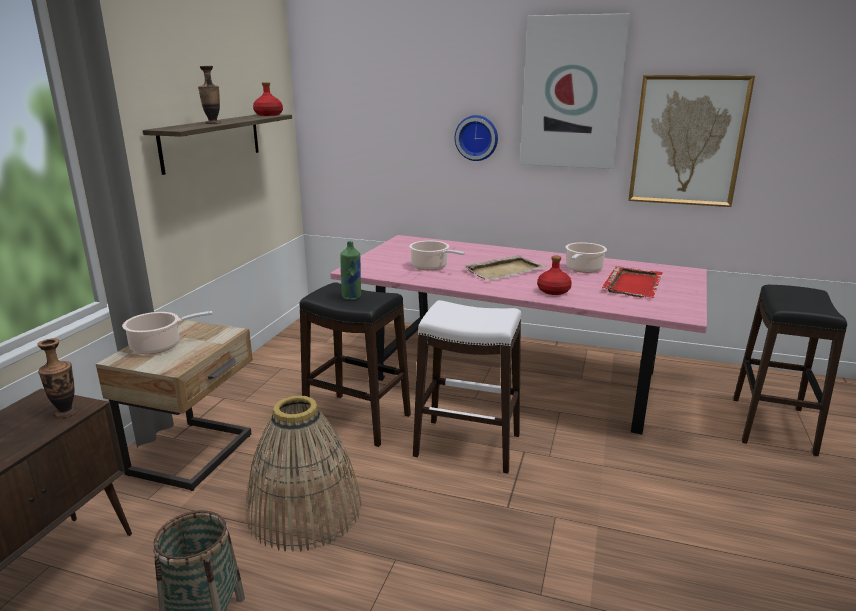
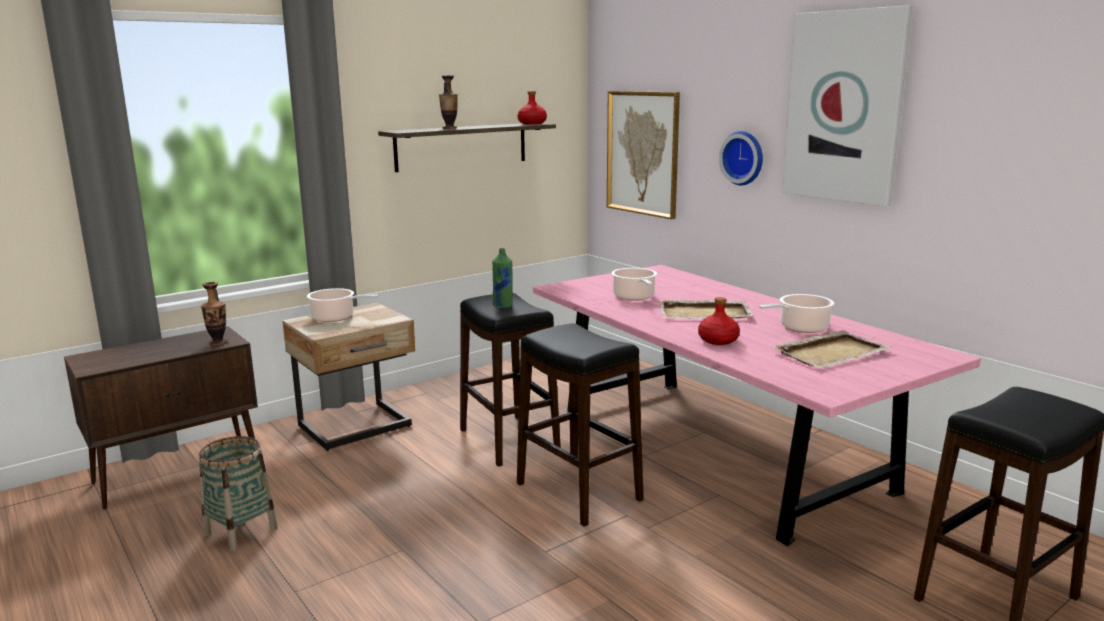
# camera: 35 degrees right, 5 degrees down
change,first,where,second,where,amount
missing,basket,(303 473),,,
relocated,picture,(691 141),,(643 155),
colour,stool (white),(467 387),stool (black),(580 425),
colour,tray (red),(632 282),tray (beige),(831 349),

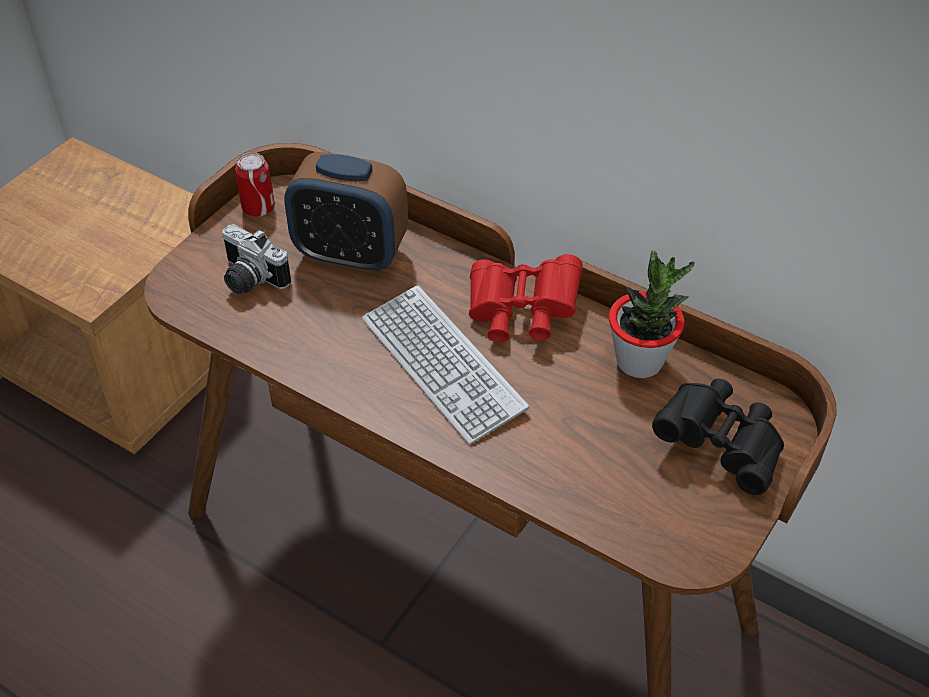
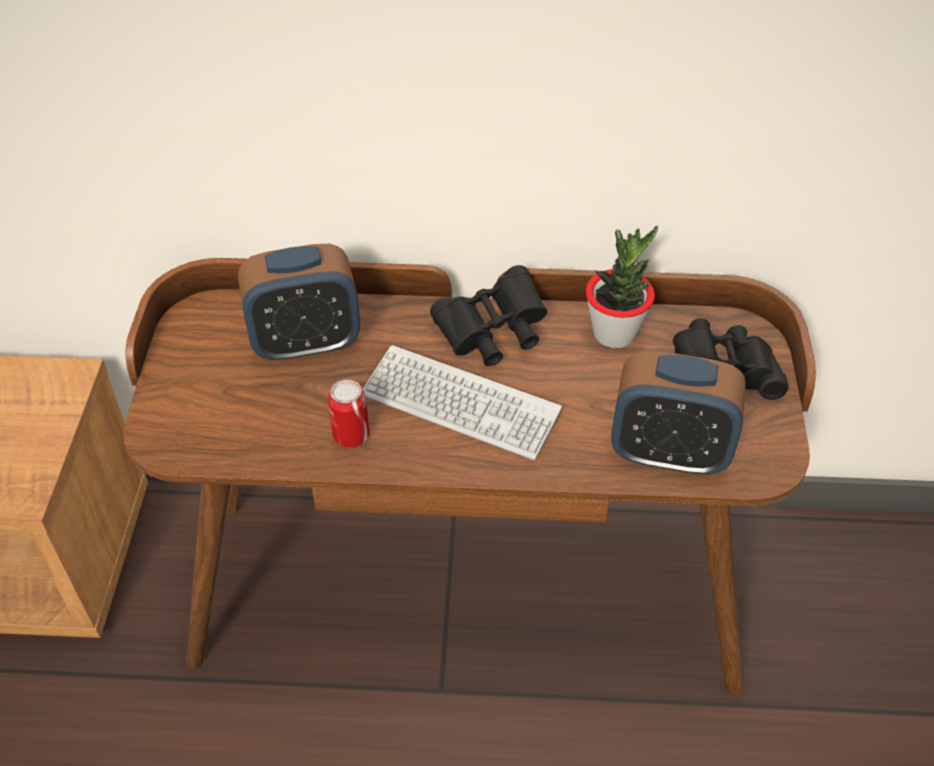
# camera: 30 degrees left, 0 degrees up
change,first,where,second,where,amount
missing,photo camera,(256 259),,,
appeared,,,alarm clock,(678 413),
relocated,can,(255 184),,(349 413),
colour,binoculars (red),(526 298),binoculars (black),(488 315),

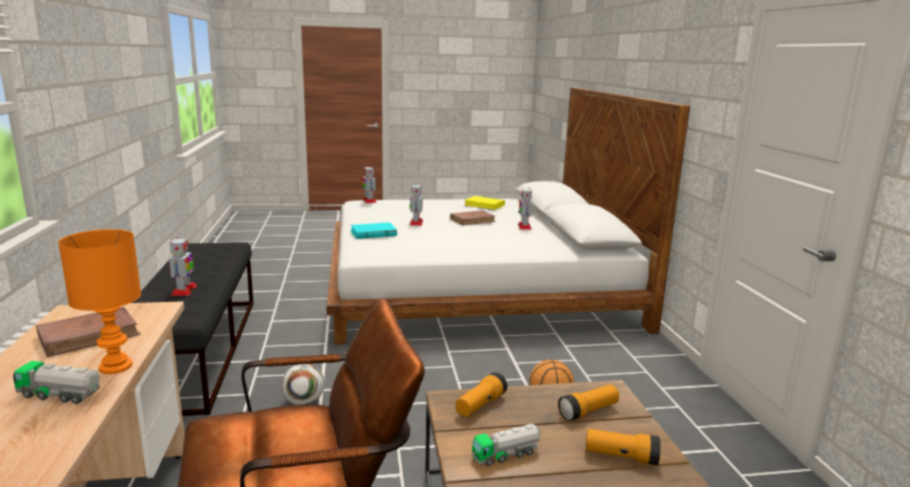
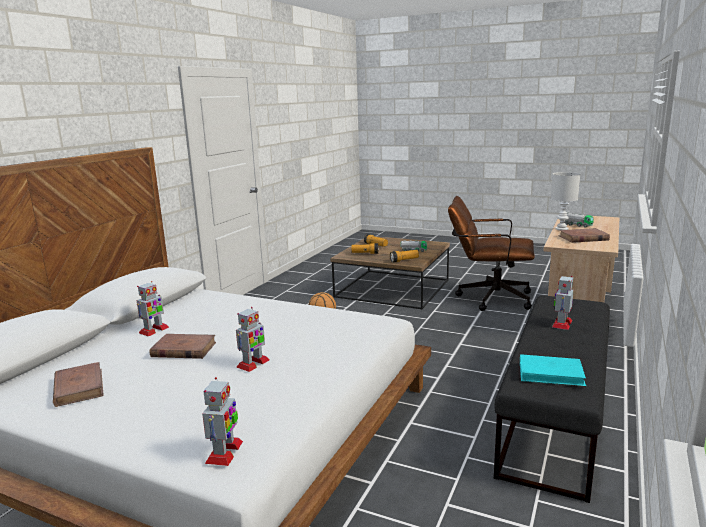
# camera: 145 degrees left, 0 degrees up
change,first,where,second,where,amount
missing,football,(303 384),,,
relocated,book (turquoise),(373 230),,(553 370),
colour,table lamp (orange),(99 301),table lamp (white),(565 201),
colour,book (yellow),(485 203),book (brown),(78 384),

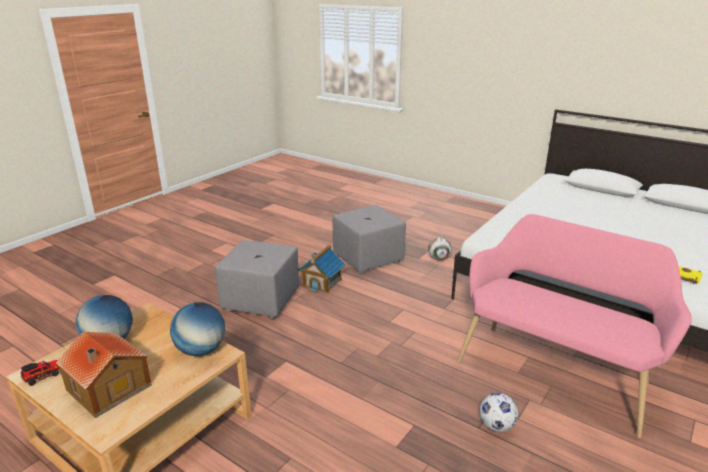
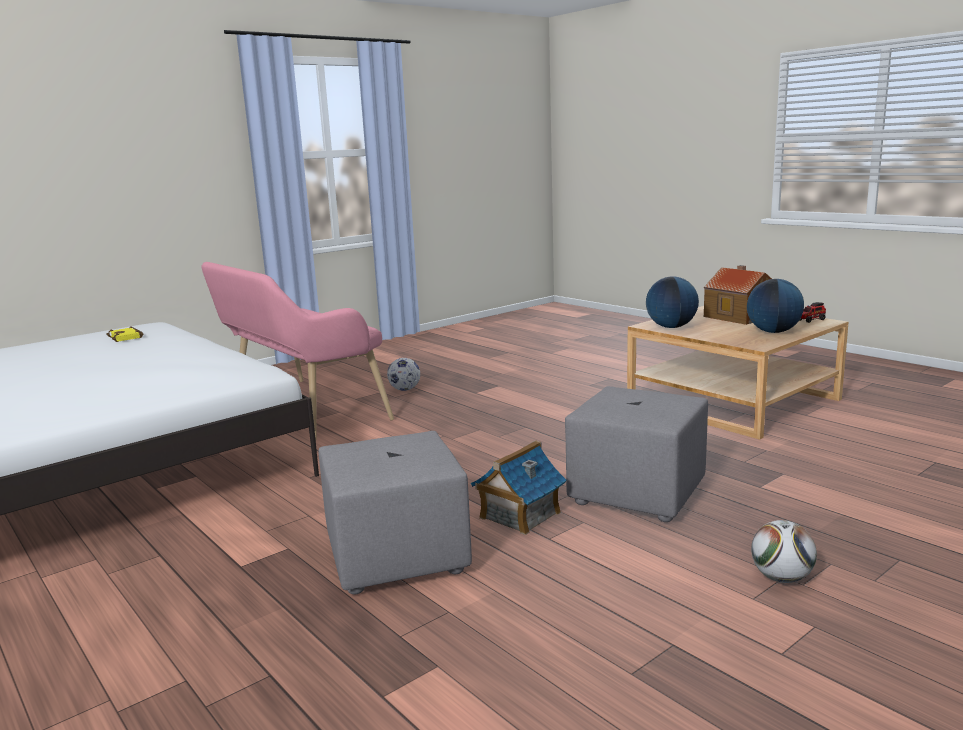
# camera: 165 degrees left, 10 degrees down
change,first,where,second,where,amount
relocated,football,(440 249),,(784 551),

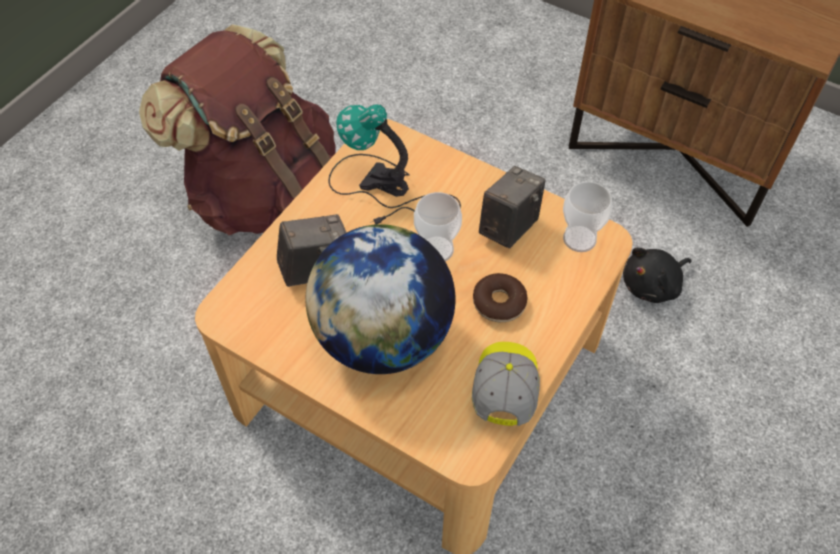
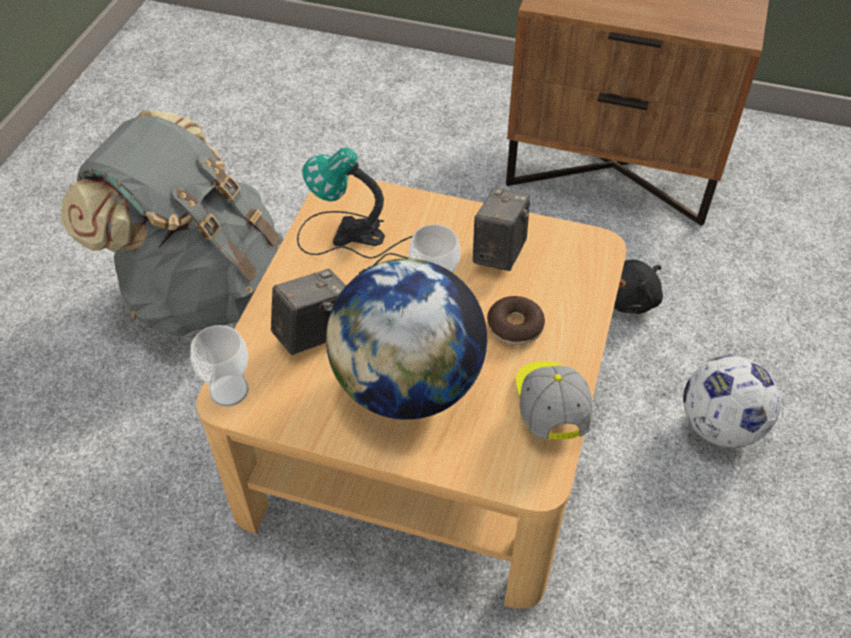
# camera: 15 degrees left, 5 degrees down
change,first,where,second,where,amount
appeared,,,football,(731 401),
relocated,cup,(587 216),,(219 366),
colour,backpack (brown),(237 129),backpack (grey),(172 223),

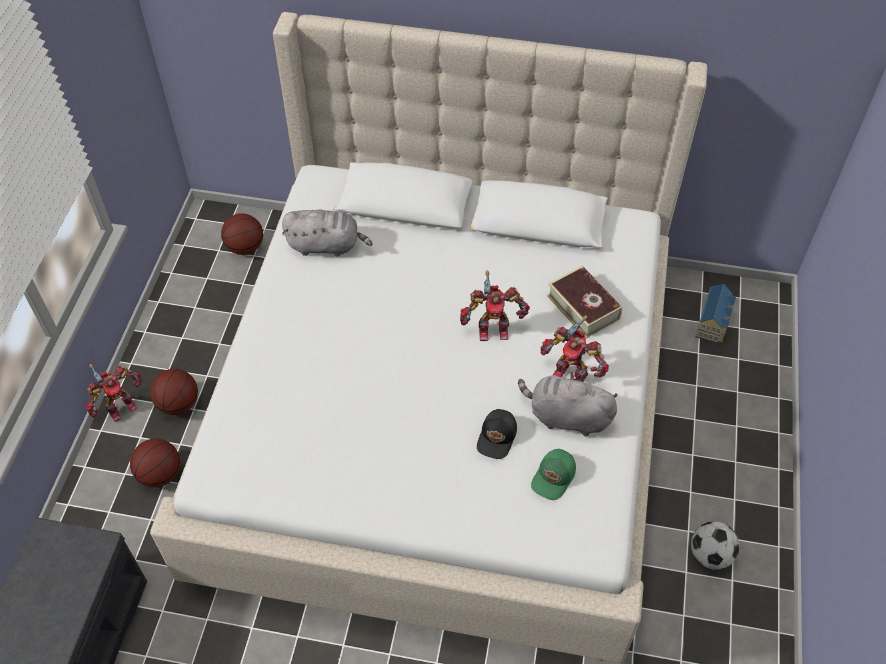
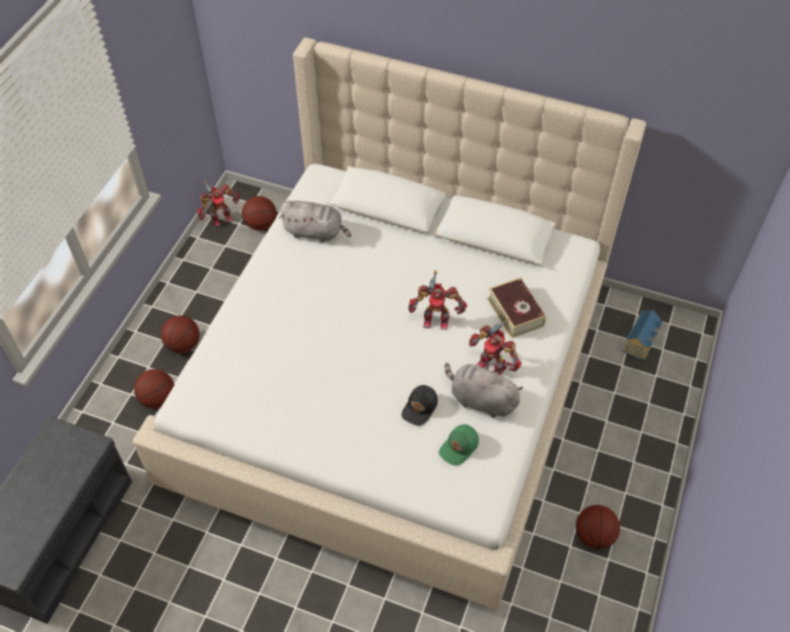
# camera: 10 degrees right, 0 degrees up
change,first,where,second,where,amount
relocated,toy robot,(114 393),,(218 203),
exchanged,football,(715 545),basketball,(598 527),

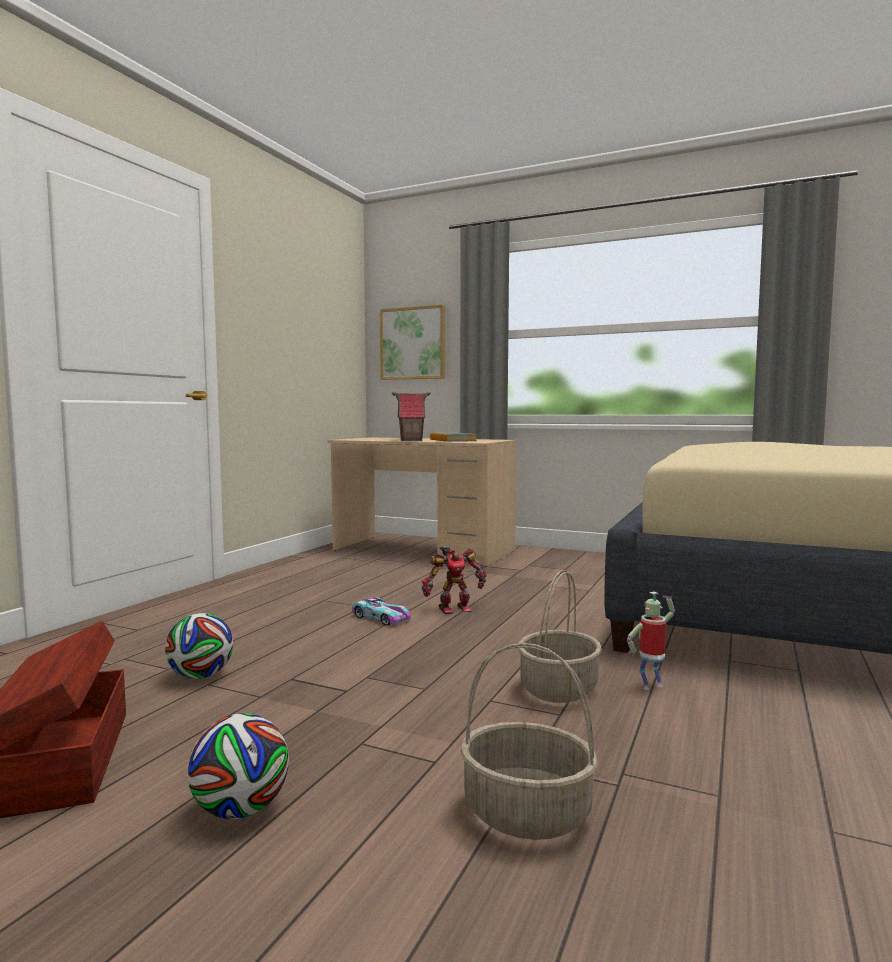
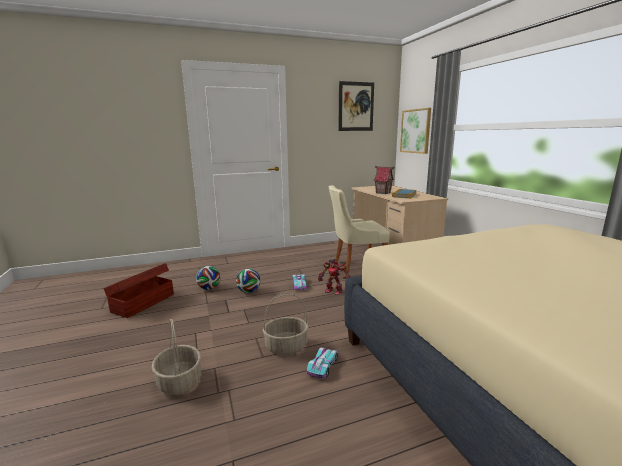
# camera: 45 degrees right, 10 degrees up
change,first,where,second,where,amount
appeared,,,chair (beige),(359 231),
appeared,,,picture,(356 106),
relocated,football,(238 766),,(248 281),
exchanged,toy robot,(651 641),toy car,(322 362),

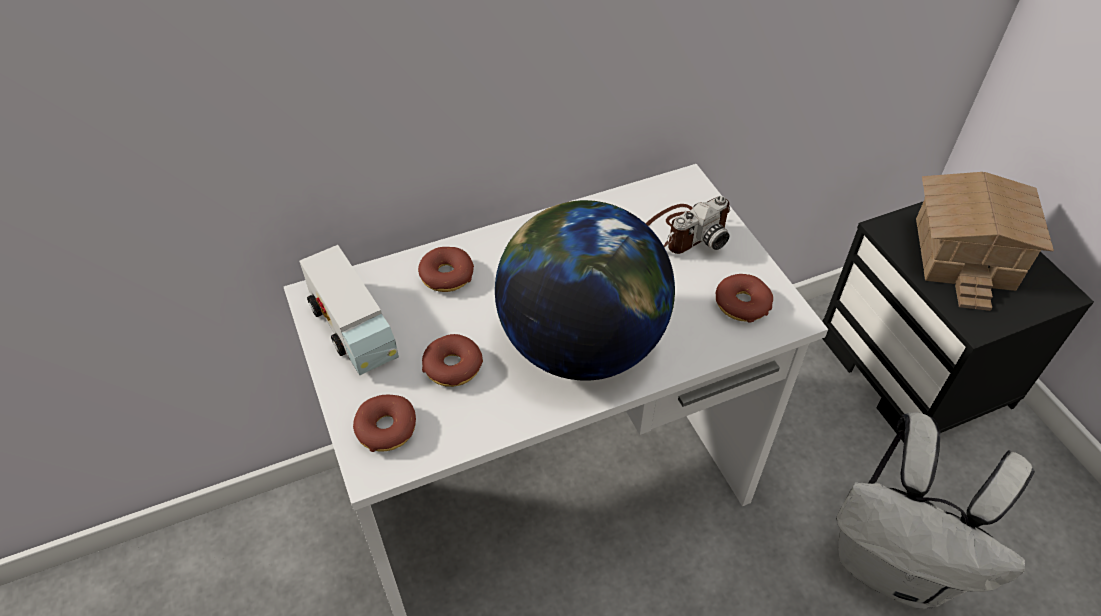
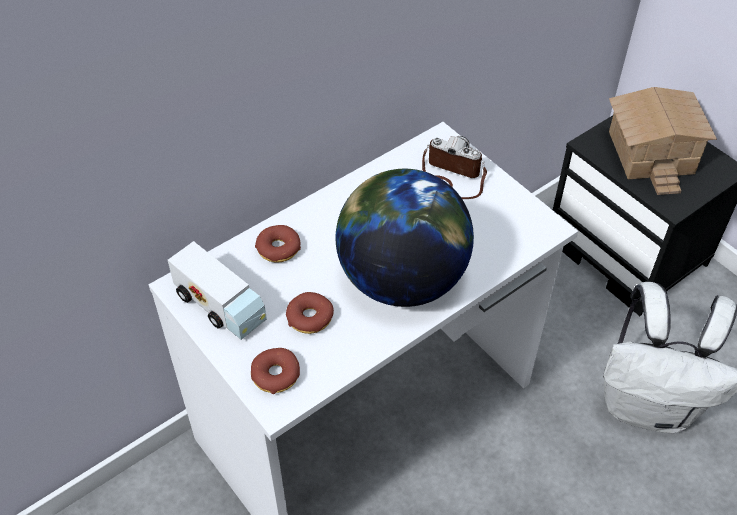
# camera: 15 degrees left, 0 degrees up
change,first,where,second,where,amount
missing,donut,(744 298),,,
spun,photo camera,(688 225),,(454 167),105 degrees counterclockwise

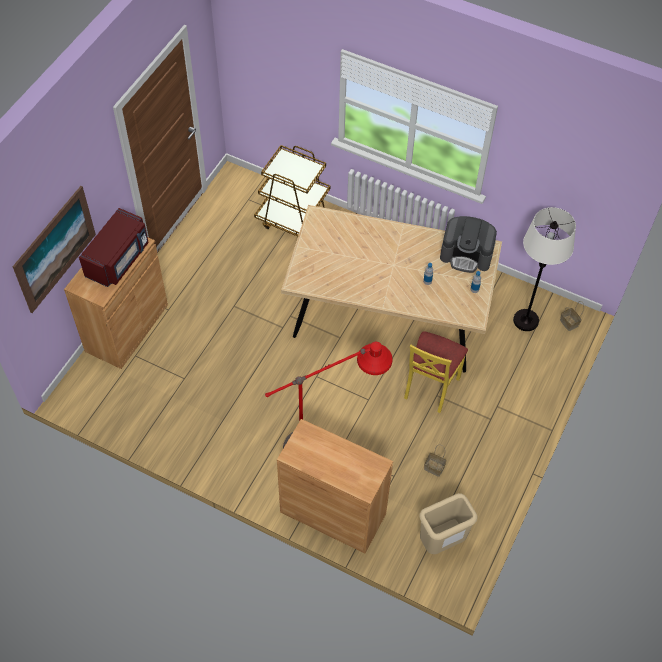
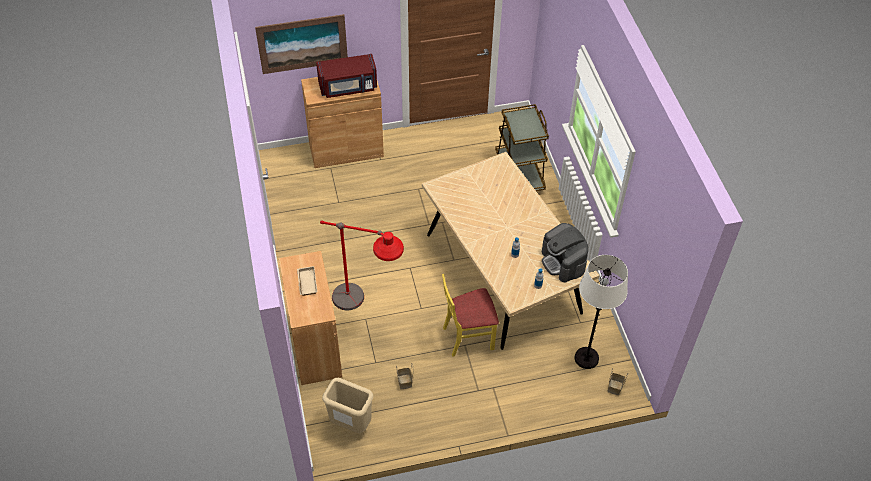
# camera: 50 degrees right, 5 degrees down
change,first,where,second,where,amount
appeared,,,tray (beige),(307 281),

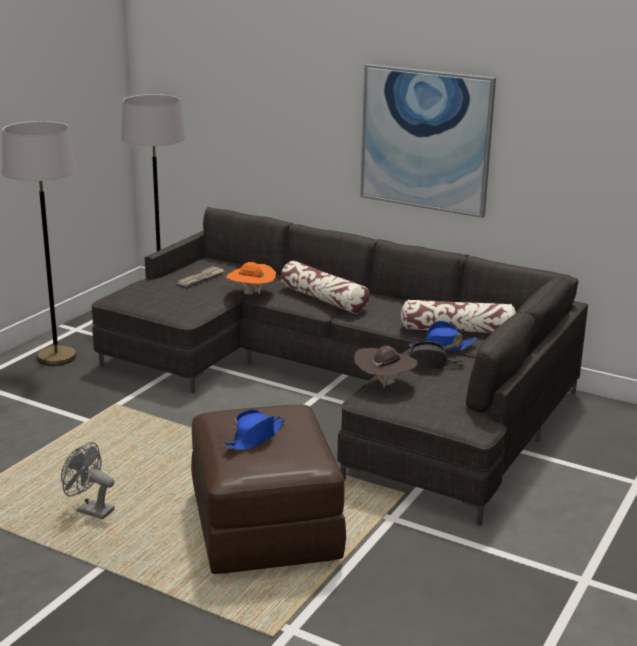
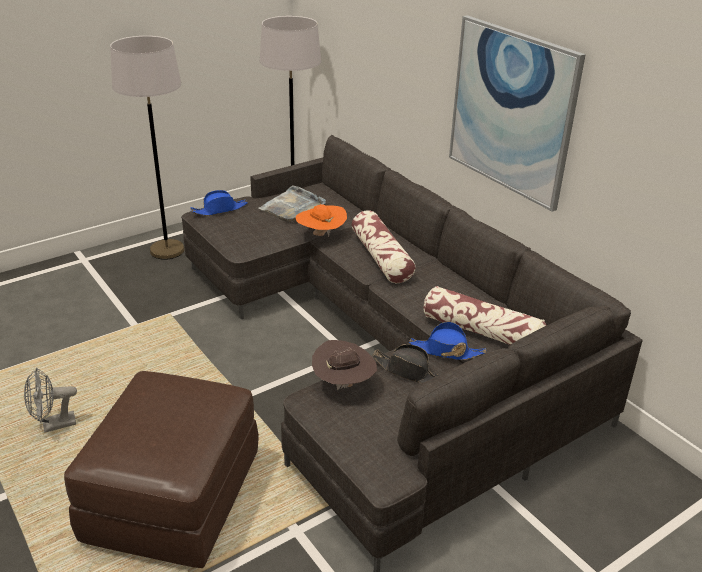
# camera: 25 degrees right, 10 degrees up
change,first,where,second,where,amount
relocated,hat (blue),(254 429),,(219 203),
exchanged,newspaper,(200 276),tray (grey),(292 203),
spun,fan (grey),(88 480),,(50 400),75 degrees counterclockwise

